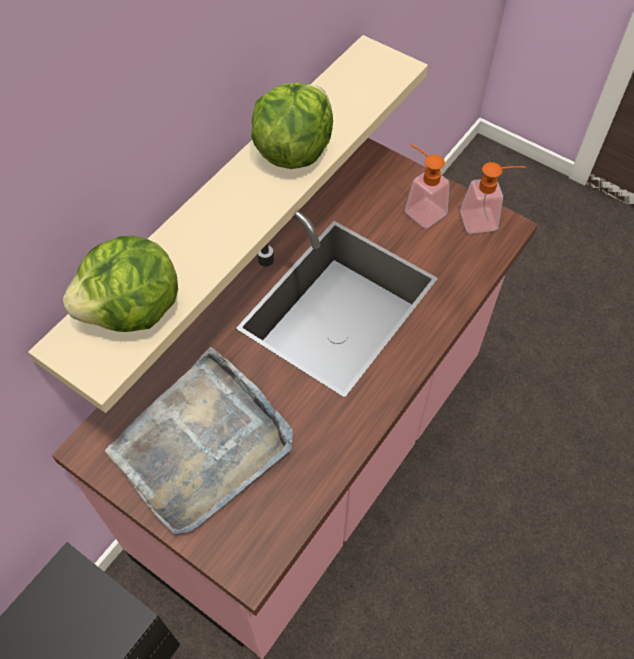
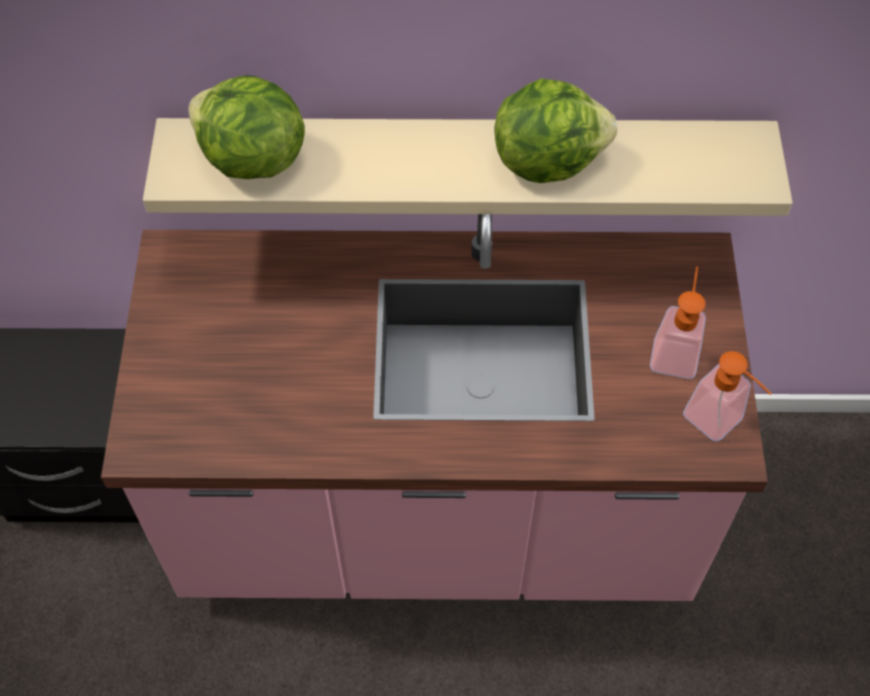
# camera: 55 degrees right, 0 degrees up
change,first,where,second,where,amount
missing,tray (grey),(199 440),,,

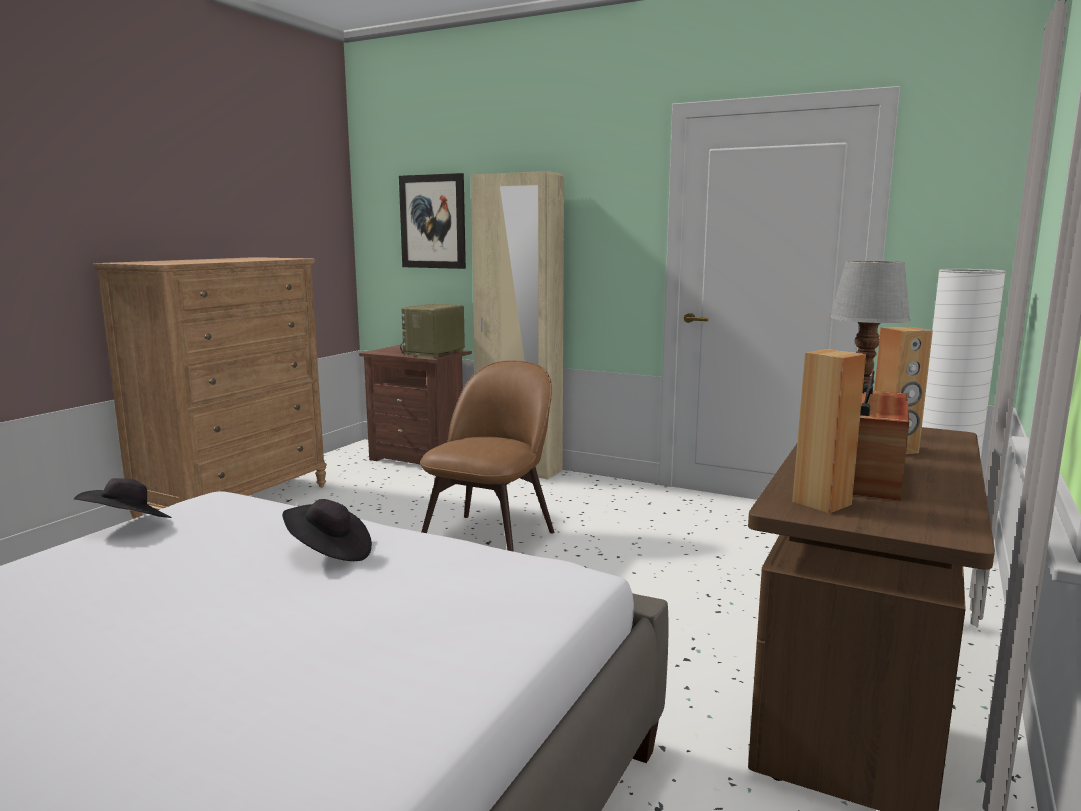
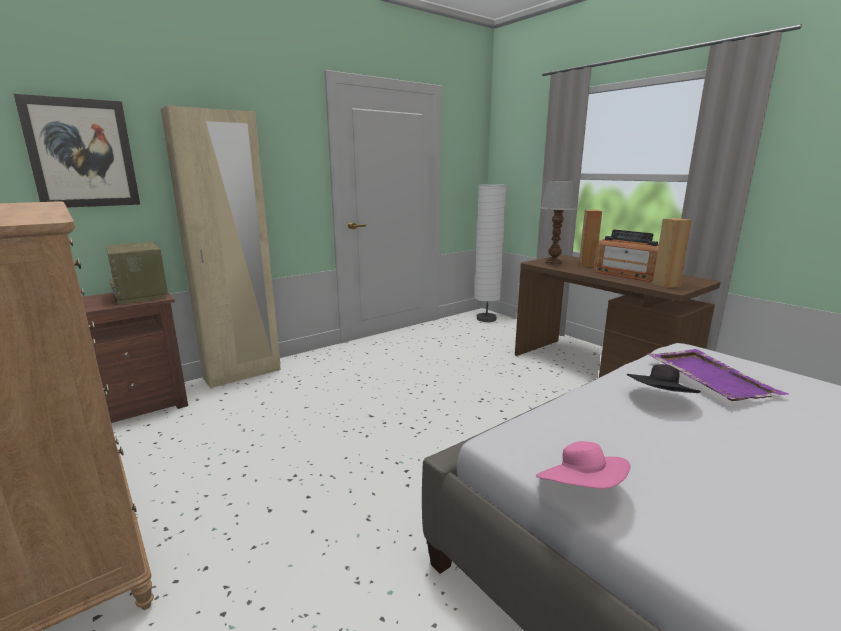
# camera: 65 degrees left, 5 degrees up
change,first,where,second,where,amount
missing,chair (brown),(487 456),,,
appeared,,,tray (purple),(718 375),
colour,hat (black),(122 498),hat (pink),(583 465),

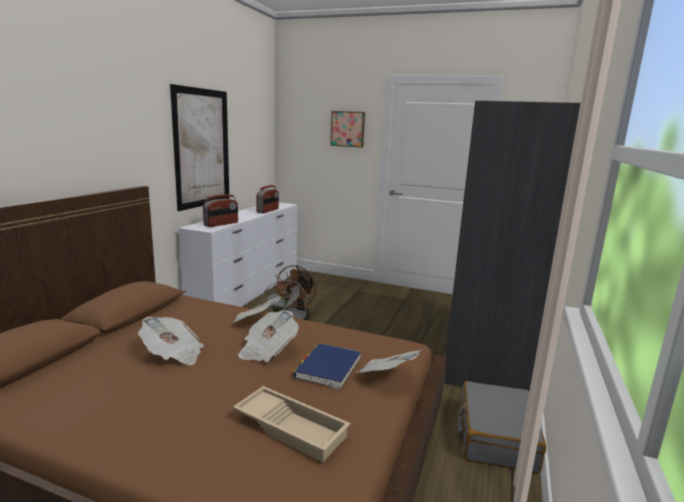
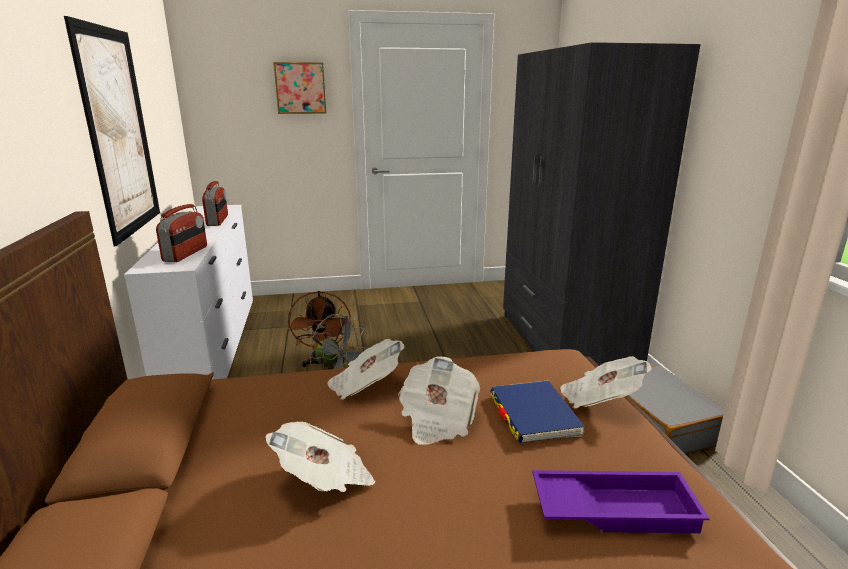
# camera: 30 degrees left, 5 degrees up
change,first,where,second,where,amount
colour,tray (beige),(291 424),tray (purple),(621 501),

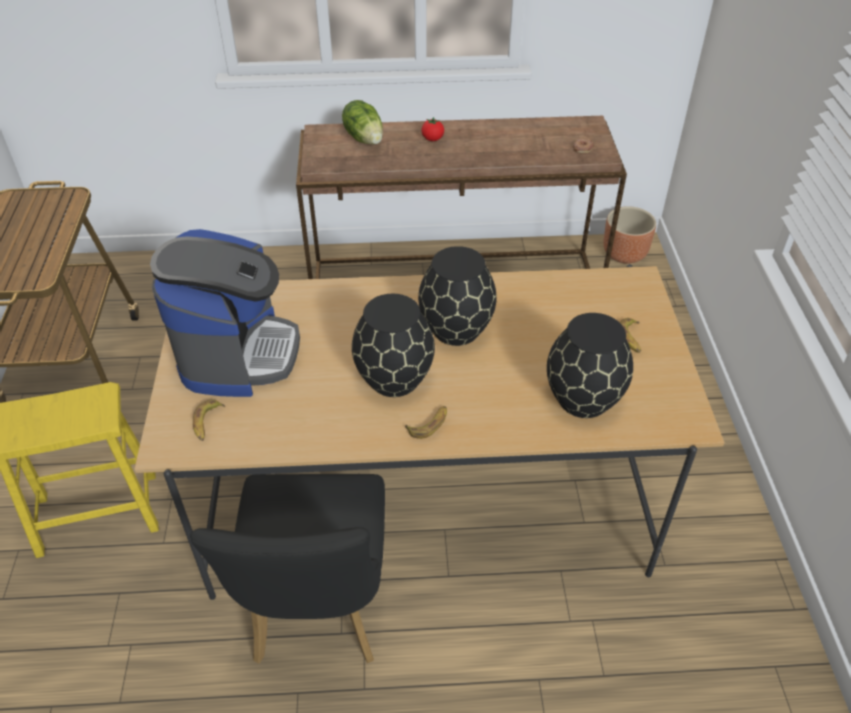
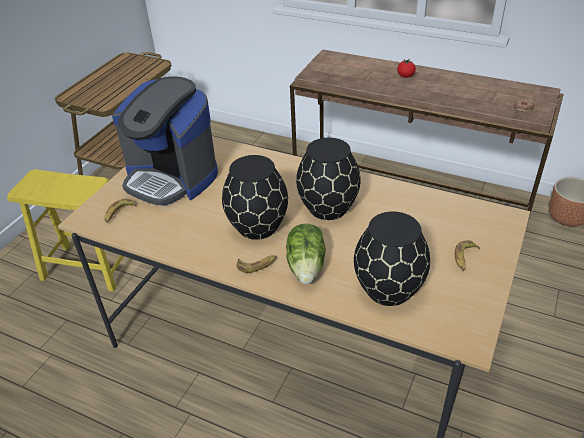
# camera: 30 degrees right, 5 degrees down
change,first,where,second,where,amount
missing,chair (black),(287 569),,,
relocated,lettuce,(362 122),,(306 254),
spun,coffee machine,(225 313),,(165 141),90 degrees clockwise

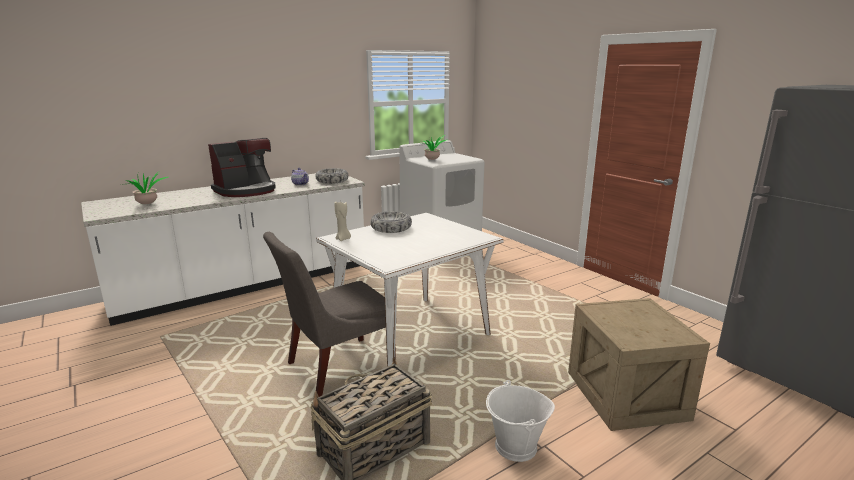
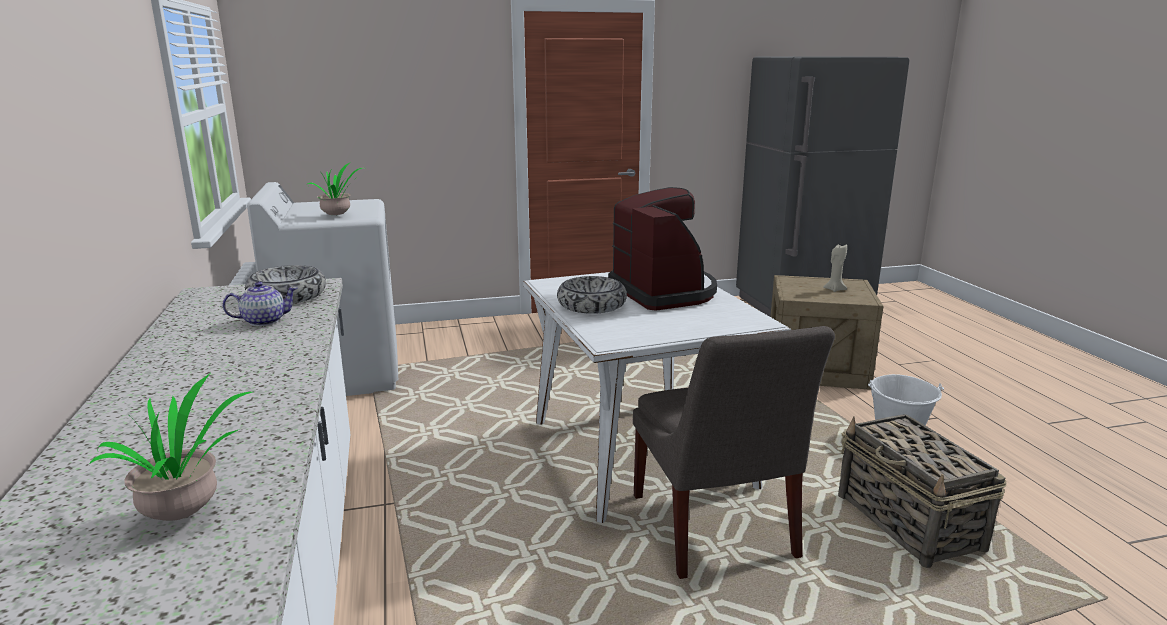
# camera: 70 degrees left, 0 degrees up
change,first,where,second,where,amount
relocated,coffee machine,(242 167),,(662 249),
relocated,candle (beige),(342 220),,(835 268),

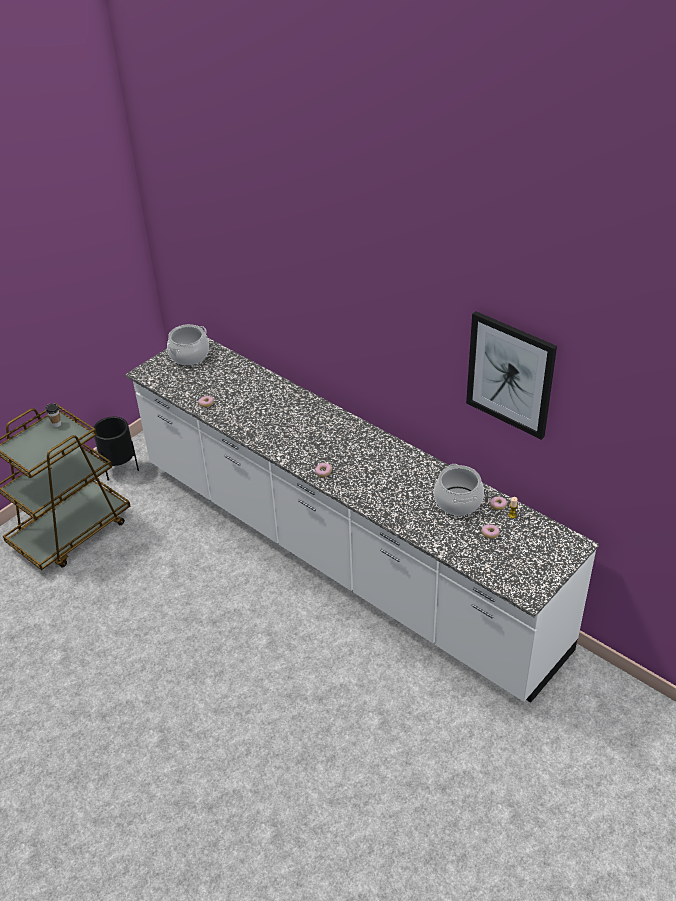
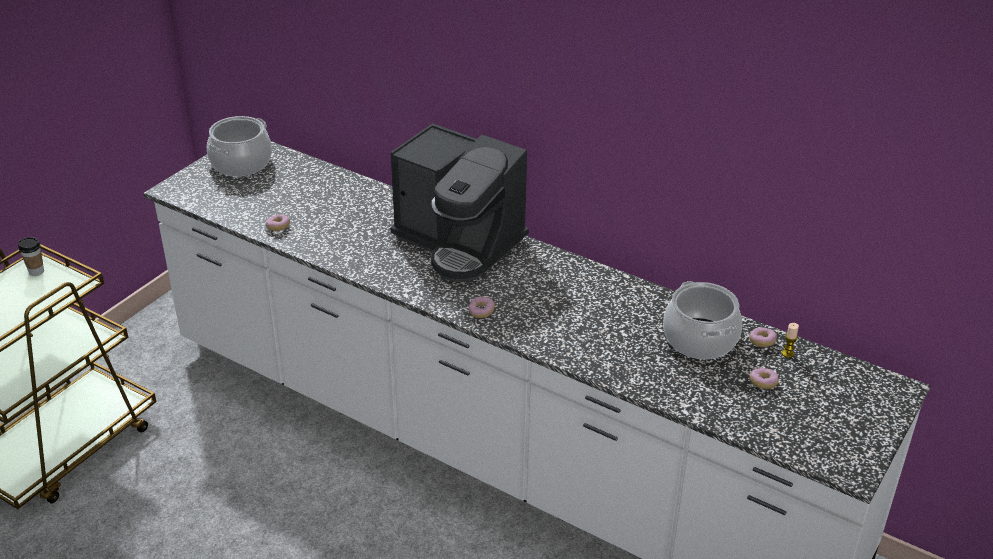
# camera: 10 degrees left, 5 degrees down
change,first,where,second,where,amount
missing,planter (black),(116 449),,,
missing,picture,(511 375),,,
appeared,,,coffee machine,(459 202),

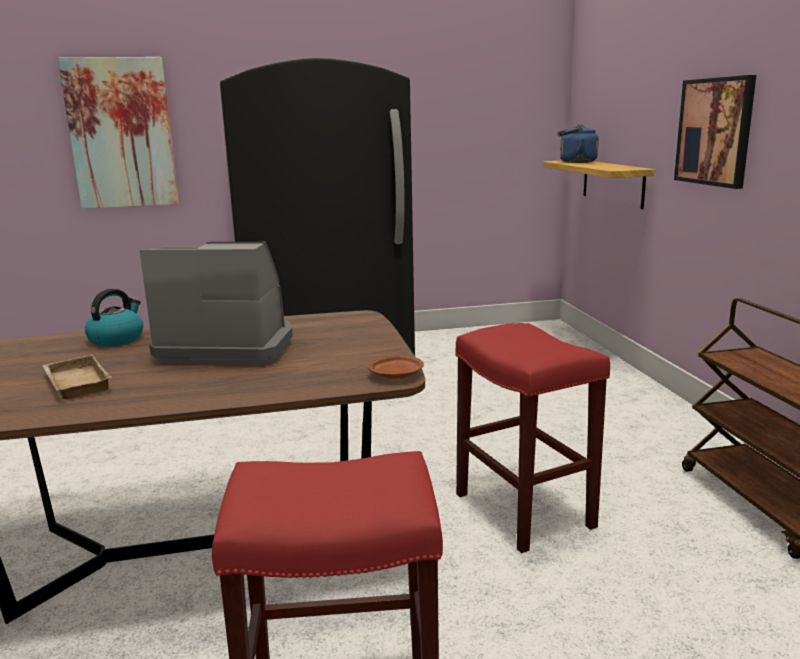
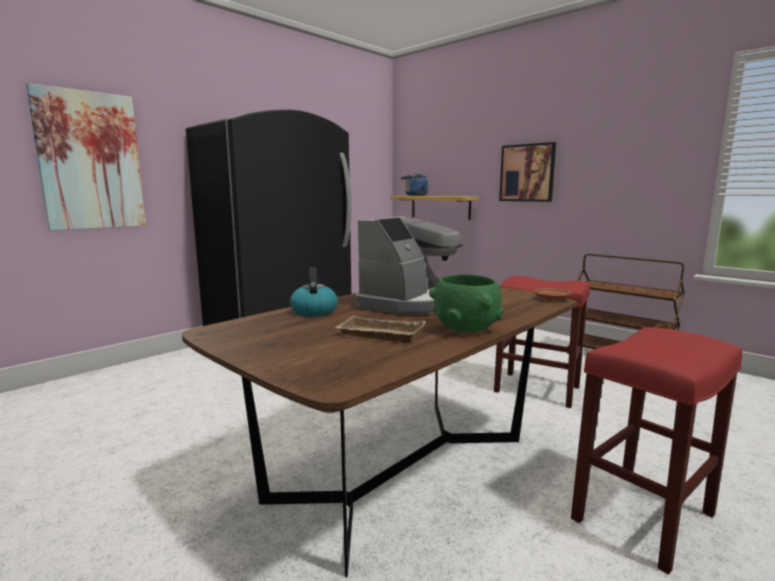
# camera: 35 degrees left, 5 degrees down
change,first,where,second,where,amount
appeared,,,bowl (green),(466 303),
spun,coffee machine,(216 303),,(409 265),150 degrees clockwise

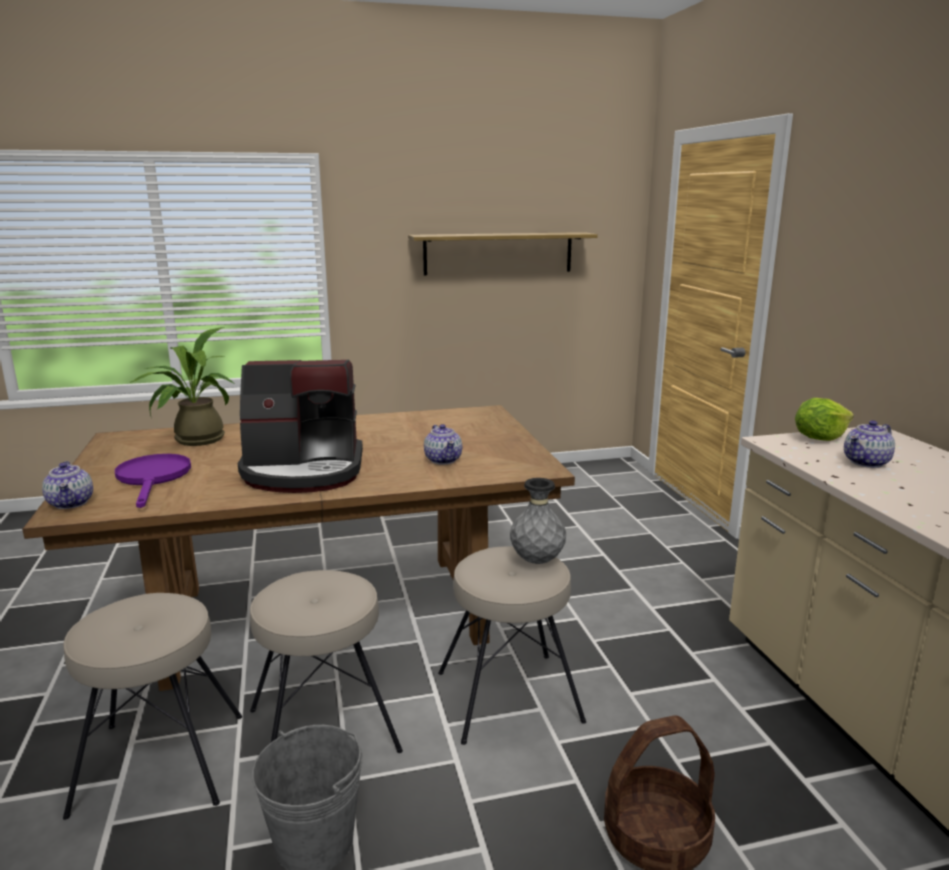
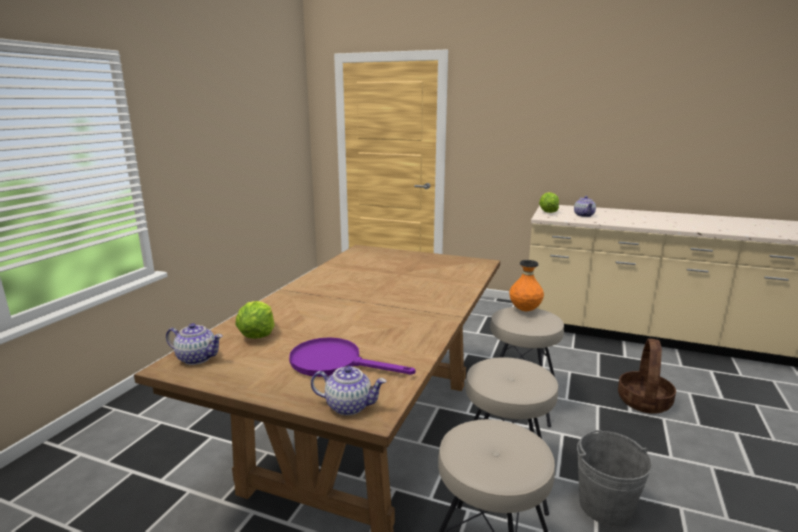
# camera: 55 degrees left, 0 degrees up
change,first,where,second,where,amount
missing,coffee machine,(300 426),,,
missing,shelf,(503 253),,,
relocated,teapot,(443 444),,(194 344),
exchanged,potted plant,(181 386),lettuce,(255 320),
colour,vase (grey),(538 521),vase (orange),(526 285),

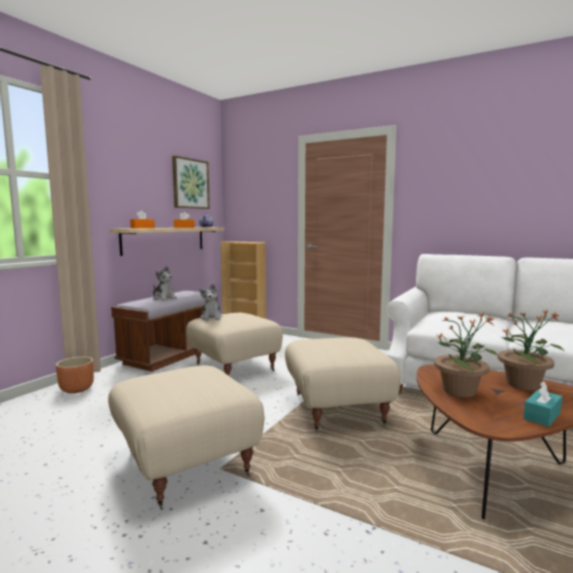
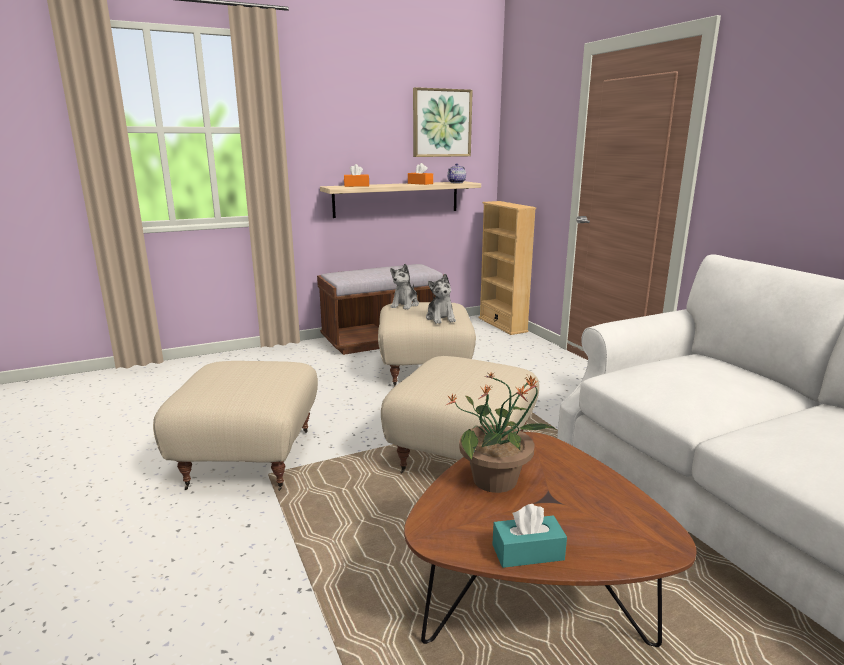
# camera: 35 degrees right, 10 degrees up
change,first,where,second,where,amount
missing,planter (brown),(75 375),,,
missing,potted plant,(531 349),,,
relocated,plush toy,(165 283),,(441 299),

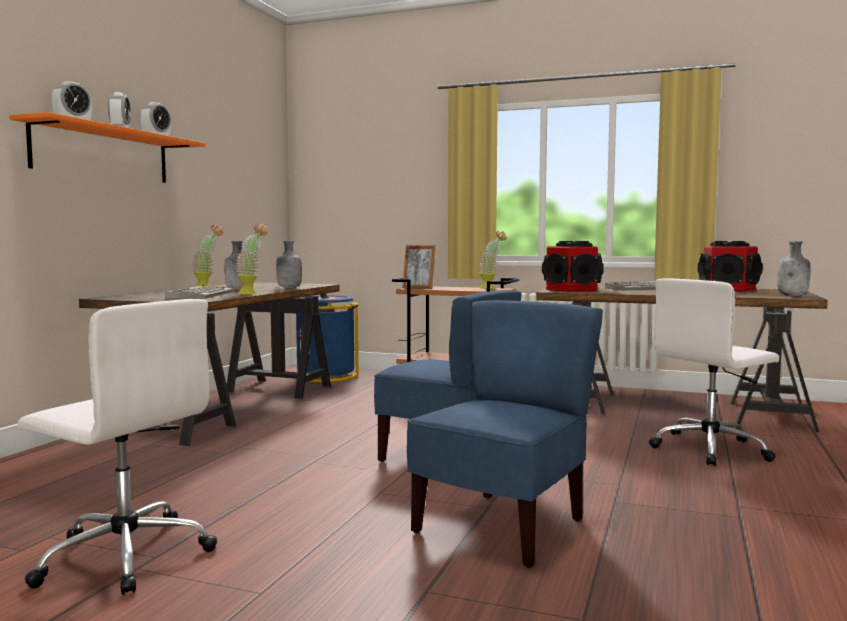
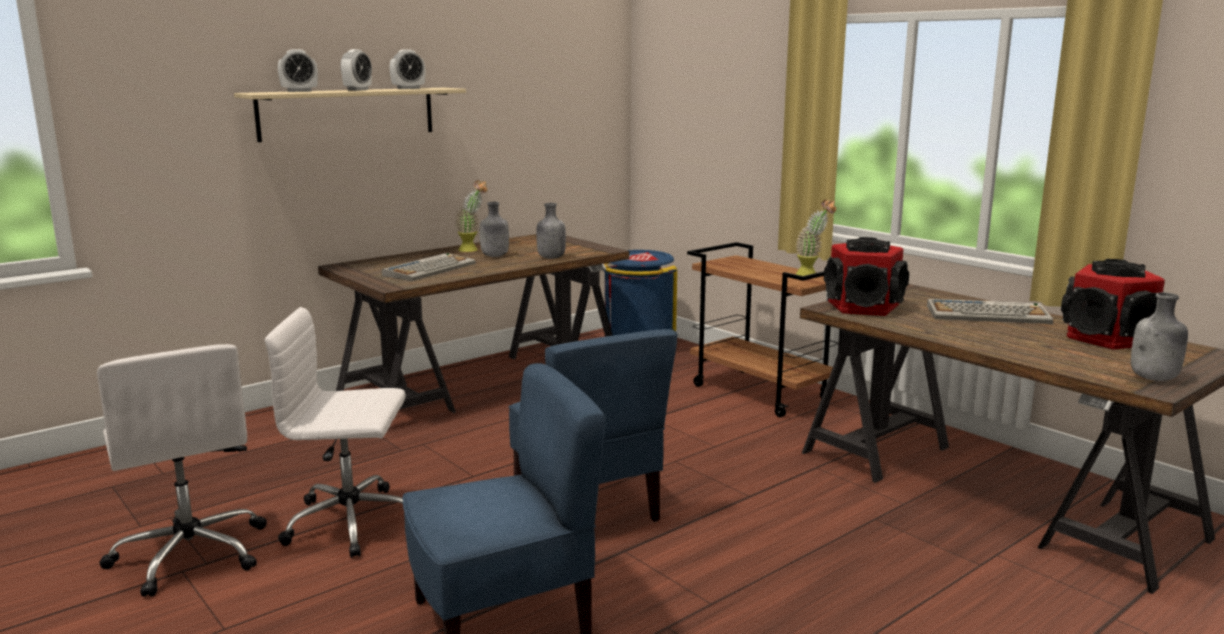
# camera: 30 degrees right, 10 degrees up
change,first,where,second,where,amount
missing,potted plant,(251 259),,,
missing,picture frame,(419 267),,,
relocated,office chair (white),(714 372),,(335 432),
colour,shelf (orange),(107 147),shelf (beige),(350 115),

